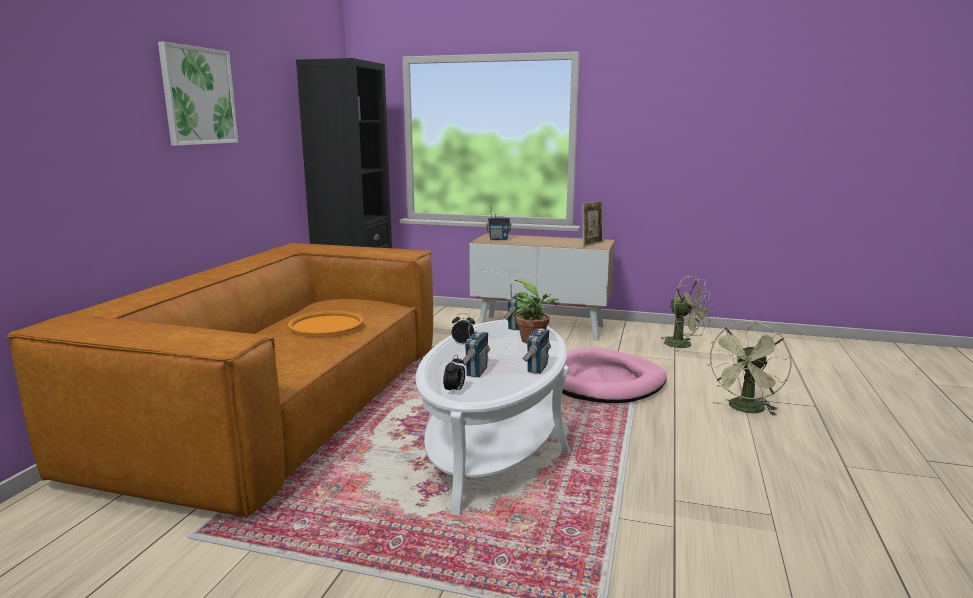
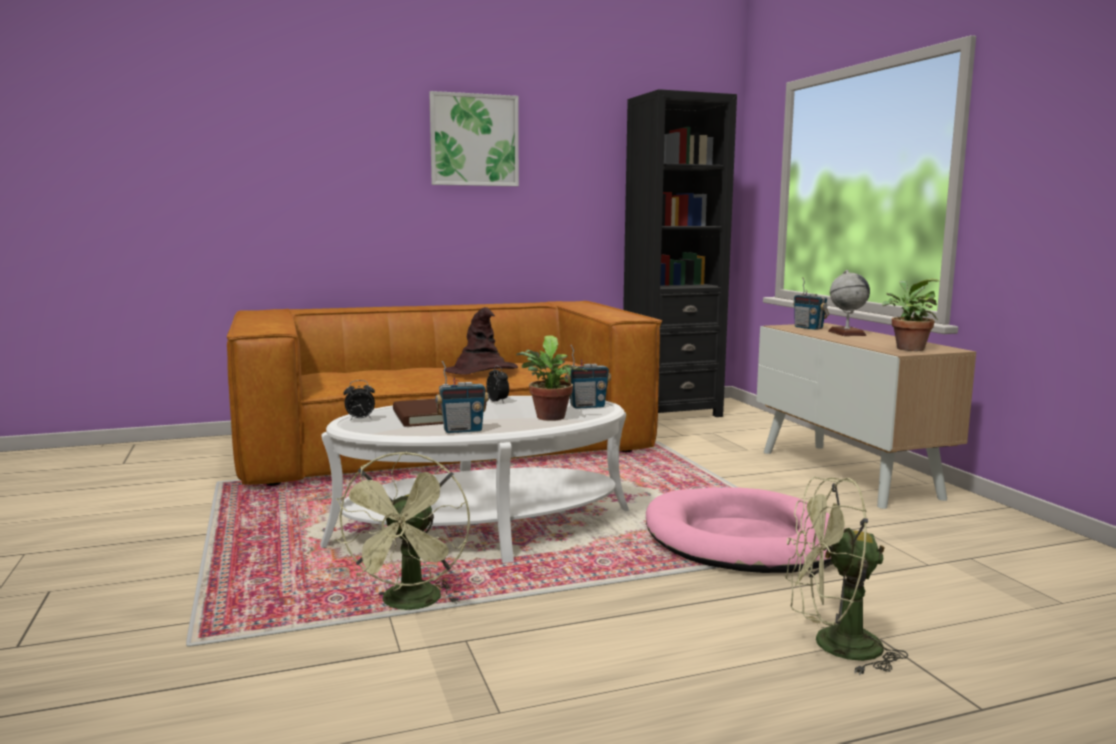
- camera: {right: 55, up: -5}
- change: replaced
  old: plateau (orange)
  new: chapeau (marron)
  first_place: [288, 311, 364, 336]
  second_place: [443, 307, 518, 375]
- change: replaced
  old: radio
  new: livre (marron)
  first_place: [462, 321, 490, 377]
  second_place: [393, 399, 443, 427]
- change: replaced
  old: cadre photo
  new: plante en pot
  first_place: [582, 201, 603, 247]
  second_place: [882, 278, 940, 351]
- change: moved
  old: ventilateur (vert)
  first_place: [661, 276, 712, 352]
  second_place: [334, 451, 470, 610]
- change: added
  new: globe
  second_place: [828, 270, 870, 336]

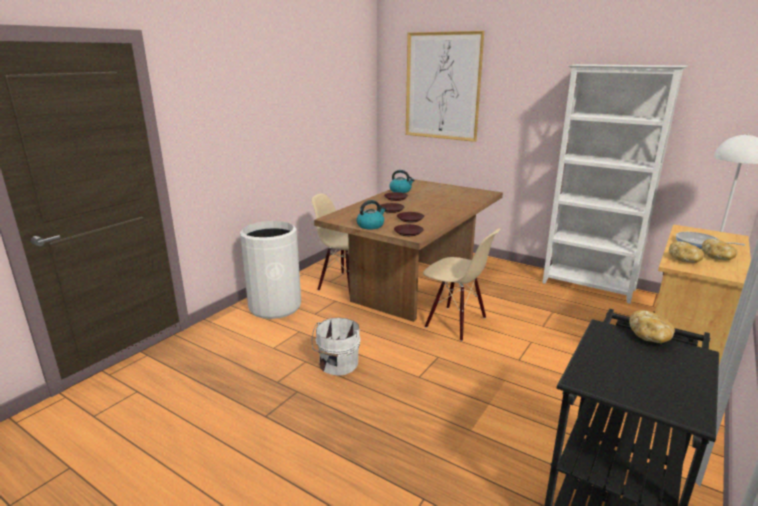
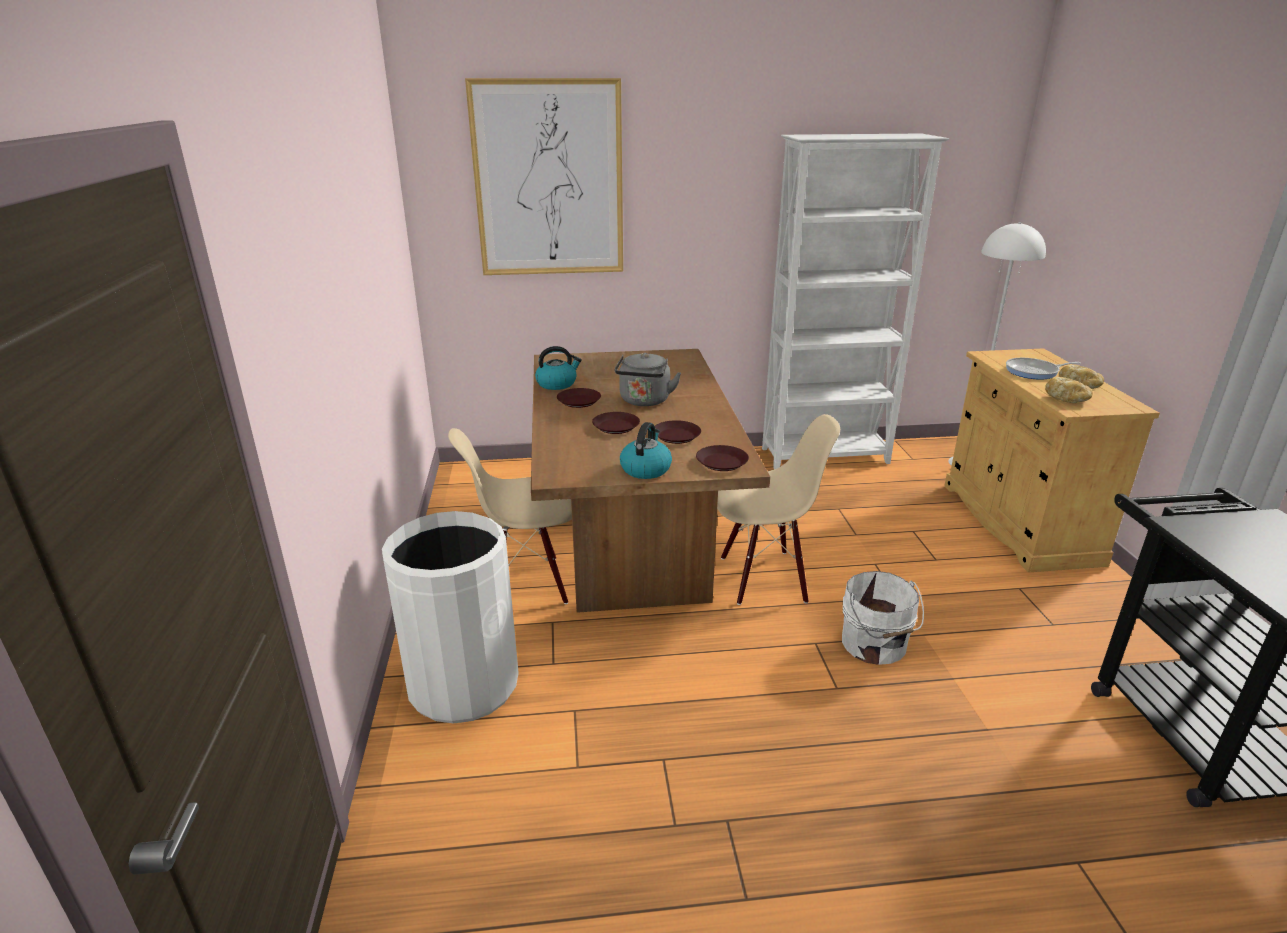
- camera: {right: -40, up: 5}
- change: moved
  old: seau (blanc)
  first_place: [312, 318, 361, 376]
  second_place: [842, 571, 924, 665]
- change: removed
  old: pain
  first_place: [629, 310, 675, 343]
- change: added
  new: bouilloire (gris)
  second_place: [615, 353, 681, 406]

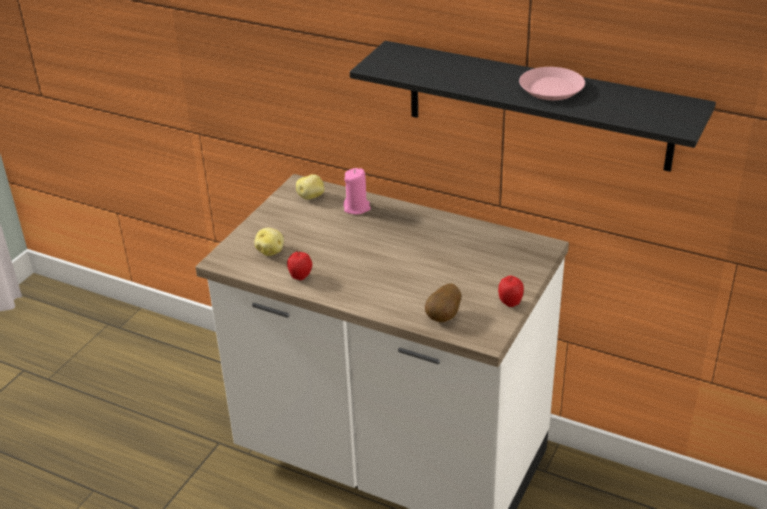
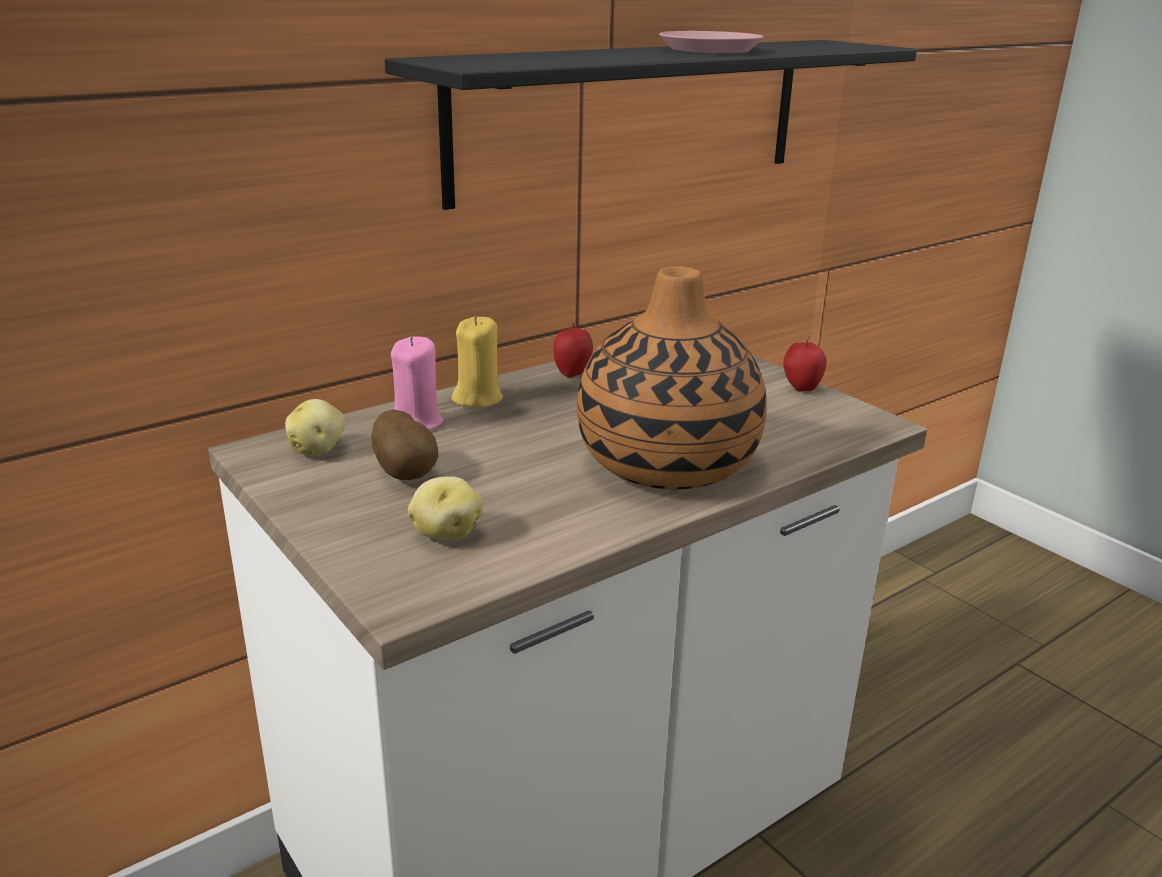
- camera: {right: -65, up: -10}
- change: moved
  old: pomme
  first_place: [287, 251, 312, 280]
  second_place: [554, 323, 593, 377]
- change: moved
  old: pomme de terre
  first_place: [425, 283, 461, 322]
  second_place: [371, 409, 438, 480]
- change: added
  new: bougie (jaune)
  second_place: [452, 316, 503, 408]
- change: added
  new: vase
  second_place: [577, 266, 767, 489]

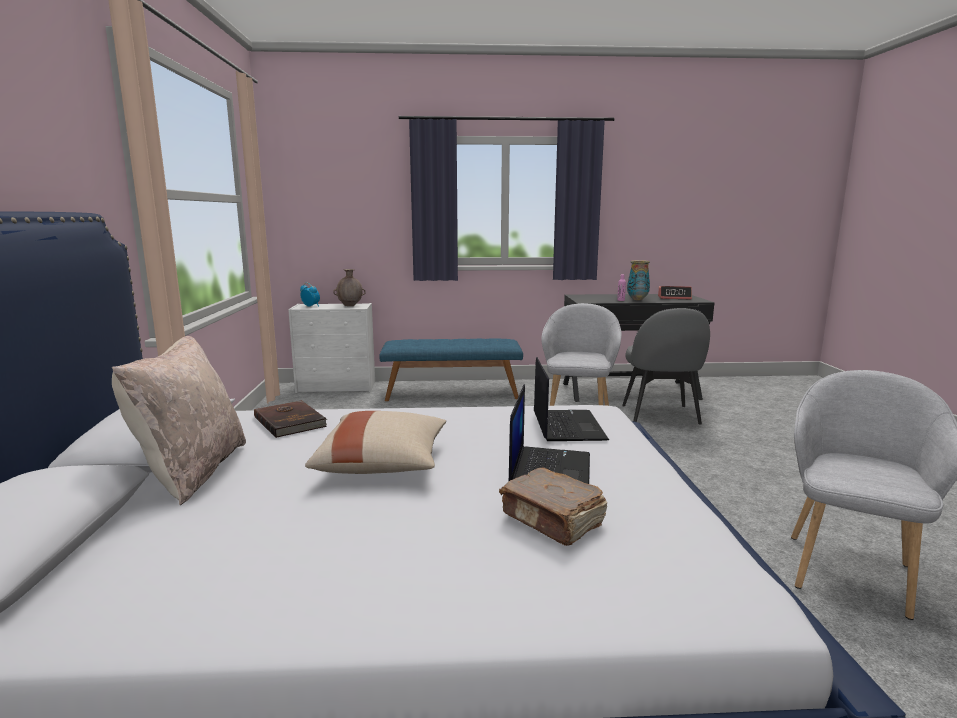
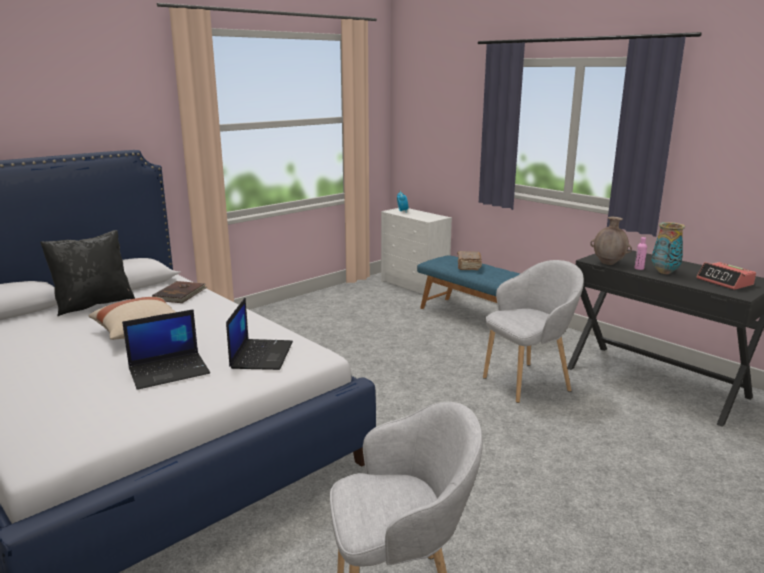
- camera: {right: 50, up: 5}
- change: recoloured
  old: coussin (beige)
  new: coussin (noir)
  first_place: [112, 336, 246, 505]
  second_place: [40, 230, 135, 316]
- change: moved
  old: vase (marron)
  first_place: [333, 269, 366, 306]
  second_place: [590, 217, 632, 265]
- change: moved
  old: livre (marron)
  first_place: [499, 467, 607, 546]
  second_place: [457, 251, 482, 270]
- change: turned
  old: ordinateur portable
  first_place: [534, 357, 609, 441]
  second_place: [226, 297, 293, 370]
  degrees: -45
- change: removed
  old: chaise (gris)
  first_place: [622, 308, 710, 424]

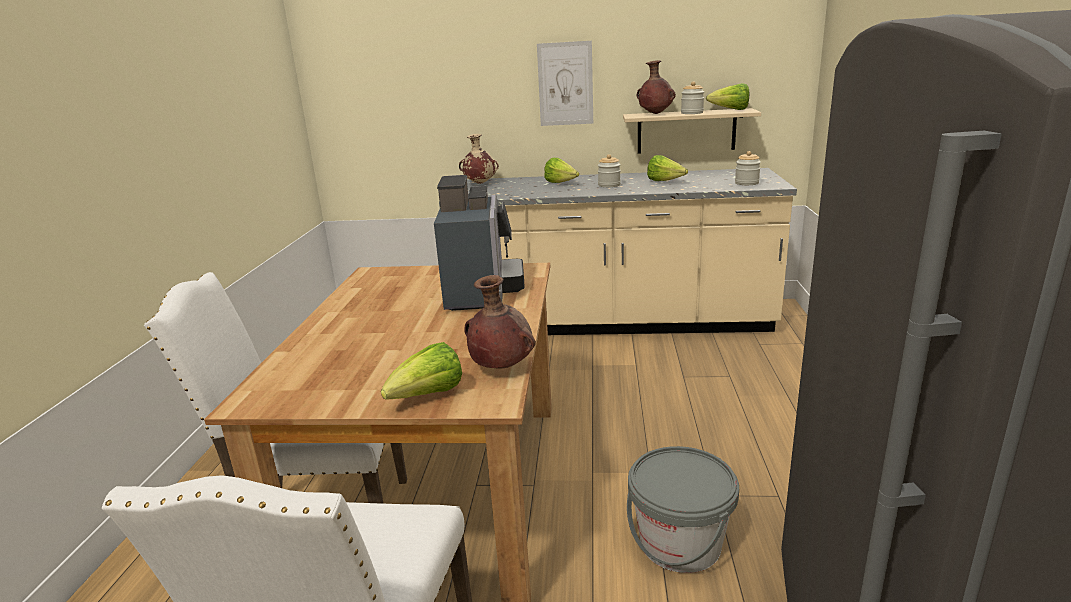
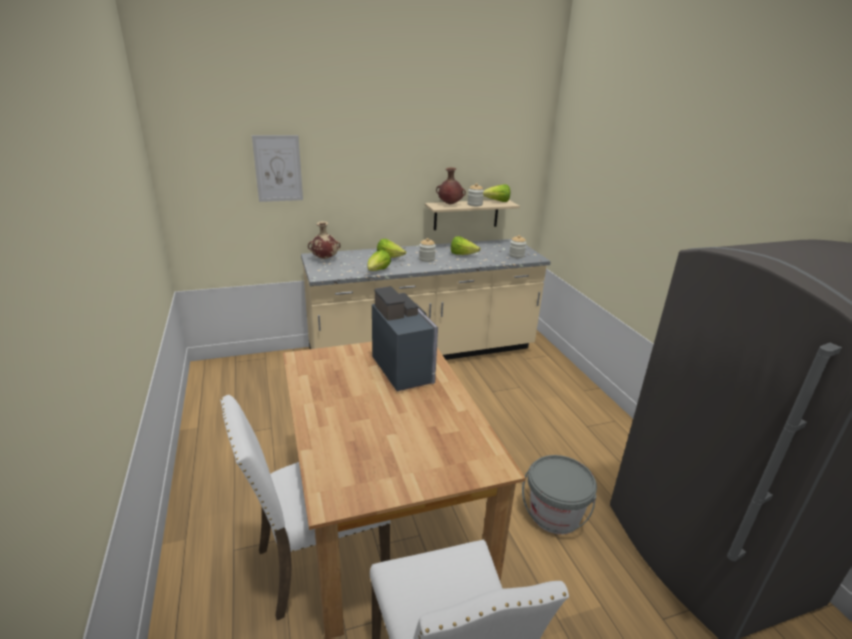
- camera: {right: -25, up: 5}
- change: moved
  old: laitue
  first_place: [381, 342, 462, 399]
  second_place: [367, 250, 391, 271]
- change: removed
  old: vase (marron)
  first_place: [464, 275, 536, 369]
- change: moved
  old: tableau
  first_place: [537, 41, 593, 126]
  second_place: [252, 135, 303, 202]

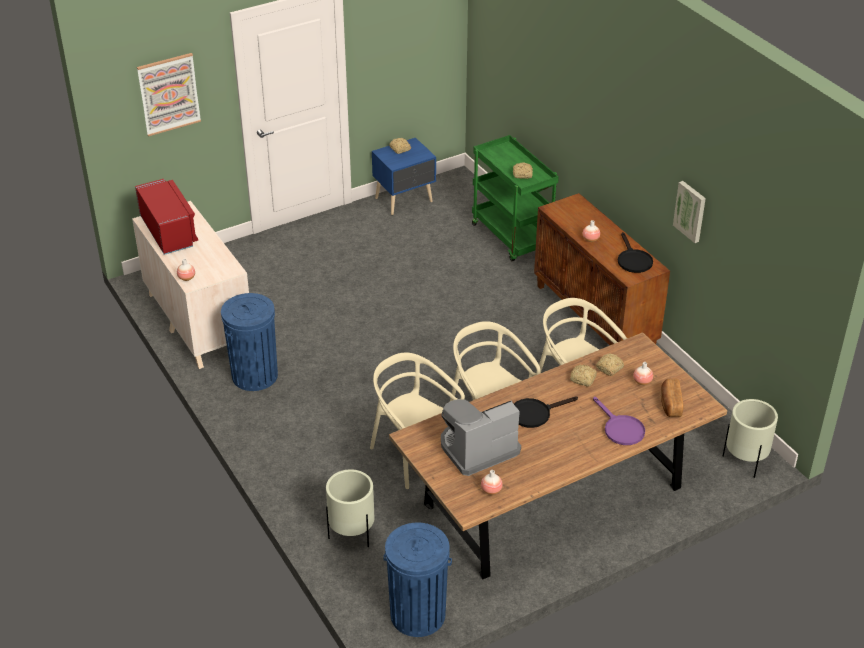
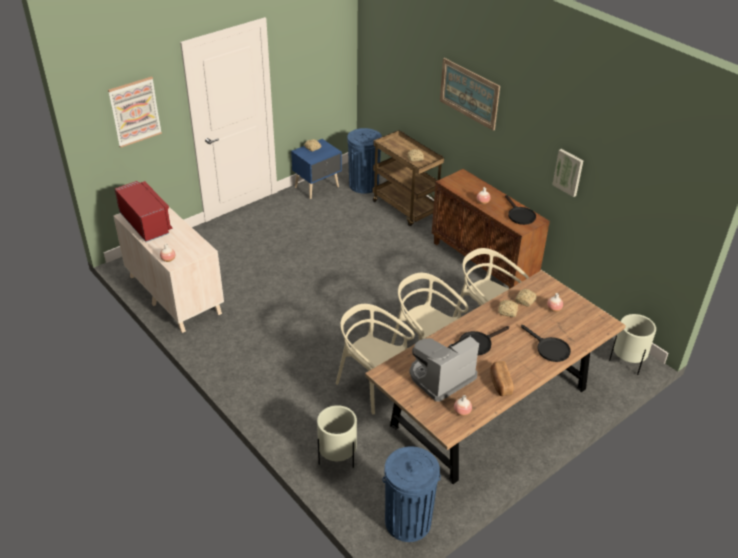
- camera: {right: -10, up: 0}
- change: moved
  old: poubelle (bleu)
  first_place: [221, 293, 278, 391]
  second_place: [347, 128, 382, 194]
- change: recoloured
  old: chariot (vert)
  new: chariot (marron)
  first_place: [472, 135, 559, 261]
  second_place: [373, 130, 444, 226]
- change: recoloured
  old: poêle (violet)
  new: poêle (noir)
  first_place: [593, 397, 645, 445]
  second_place: [521, 325, 571, 362]
- change: moved
  old: pain
  first_place: [661, 379, 683, 417]
  second_place: [490, 361, 514, 396]
- change: added
  new: tableau
  second_place: [440, 58, 500, 131]

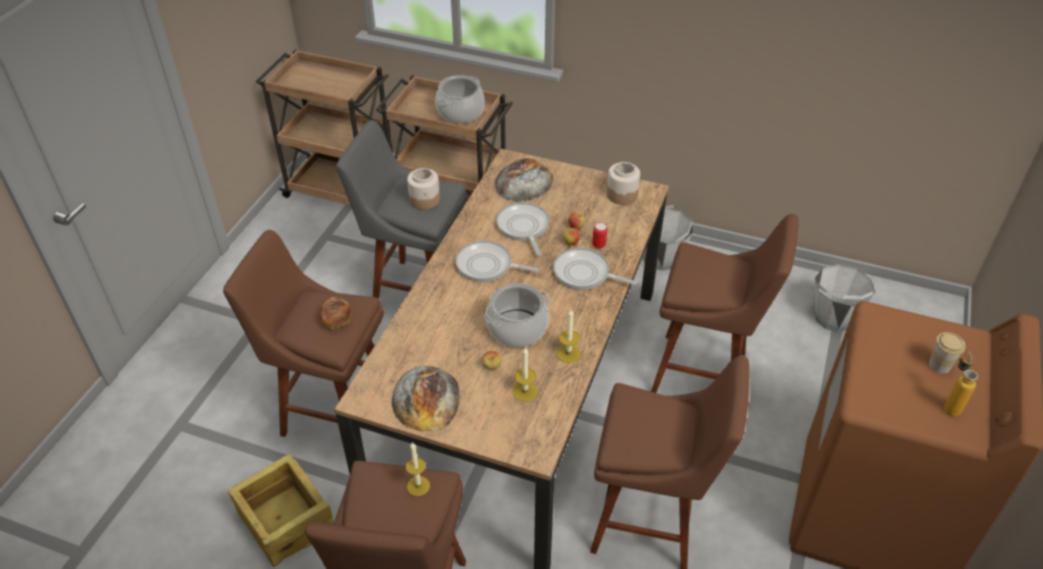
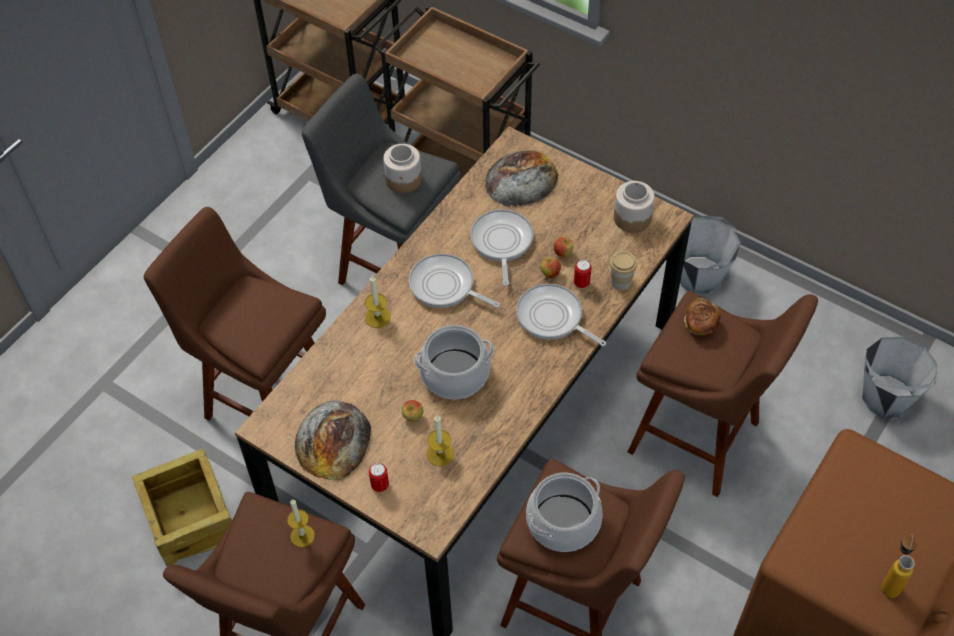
- camera: {right: 15, up: 10}
- change: moved
  old: pain
  first_place: [320, 297, 351, 329]
  second_place: [684, 298, 721, 336]
- change: moved
  old: marmite
  first_place: [435, 75, 485, 123]
  second_place: [526, 473, 603, 552]
- change: moved
  old: bougie
  first_place: [557, 309, 581, 363]
  second_place: [365, 275, 391, 328]
- change: moved
  old: tasse
  first_place: [929, 333, 966, 374]
  second_place: [610, 251, 637, 290]
- change: added
  new: boîte métallique
  second_place: [369, 463, 389, 492]

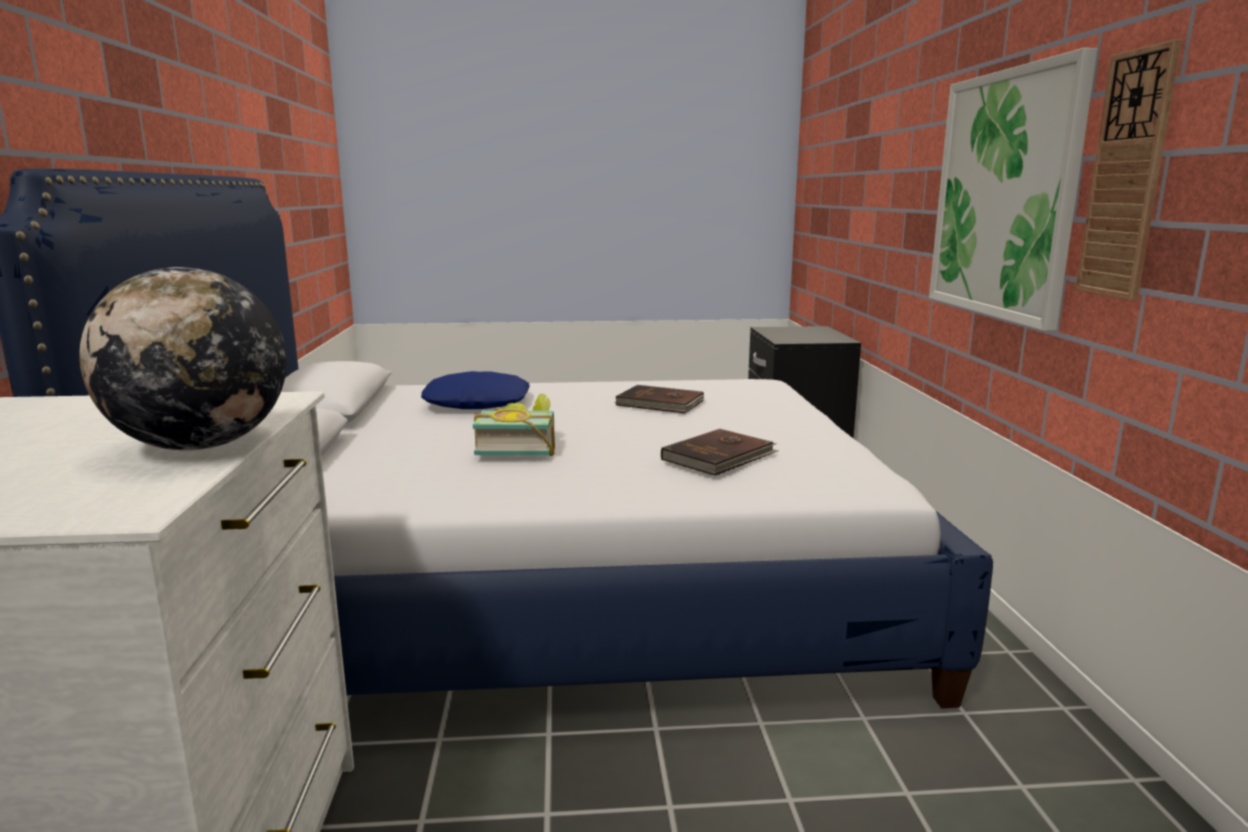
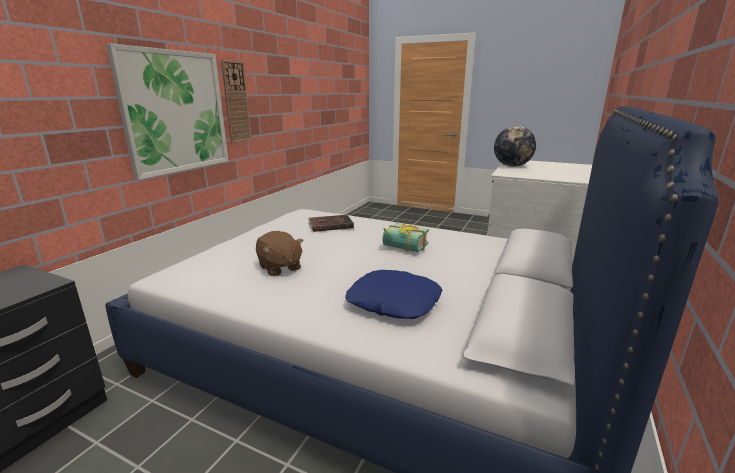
- camera: {right: -150, up: 5}
- change: replaced
  old: livre (marron)
  new: peluche (marron)
  first_place: [614, 385, 704, 414]
  second_place: [256, 231, 304, 276]

